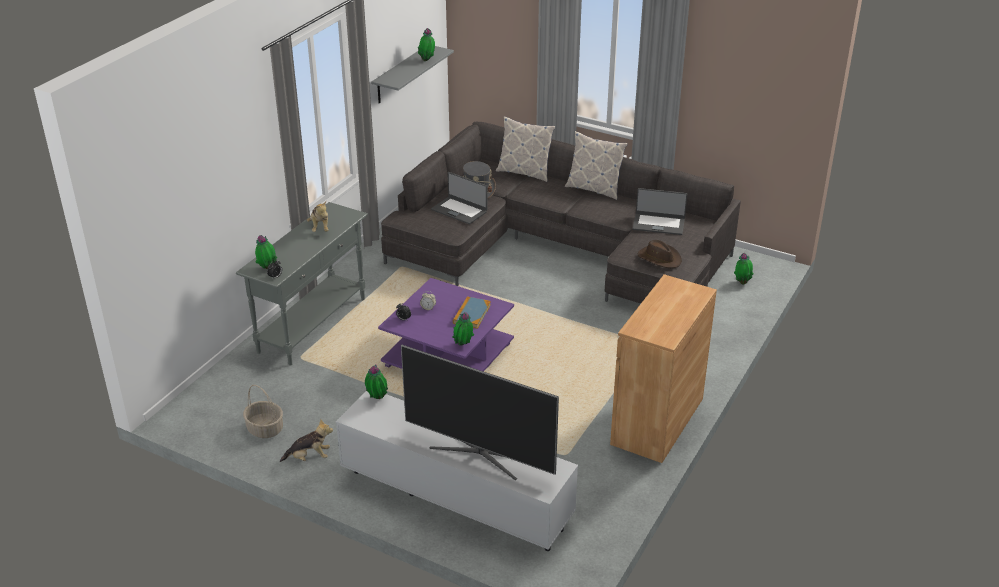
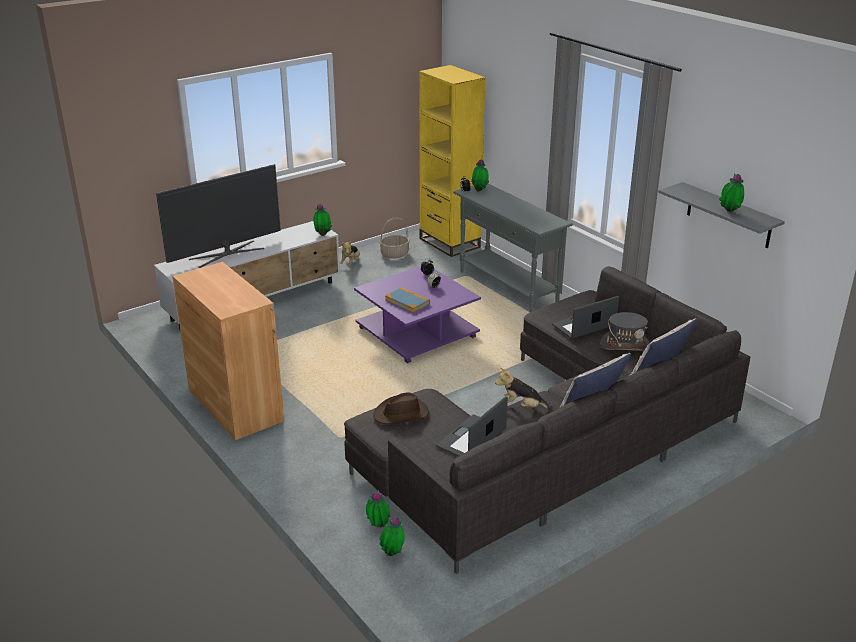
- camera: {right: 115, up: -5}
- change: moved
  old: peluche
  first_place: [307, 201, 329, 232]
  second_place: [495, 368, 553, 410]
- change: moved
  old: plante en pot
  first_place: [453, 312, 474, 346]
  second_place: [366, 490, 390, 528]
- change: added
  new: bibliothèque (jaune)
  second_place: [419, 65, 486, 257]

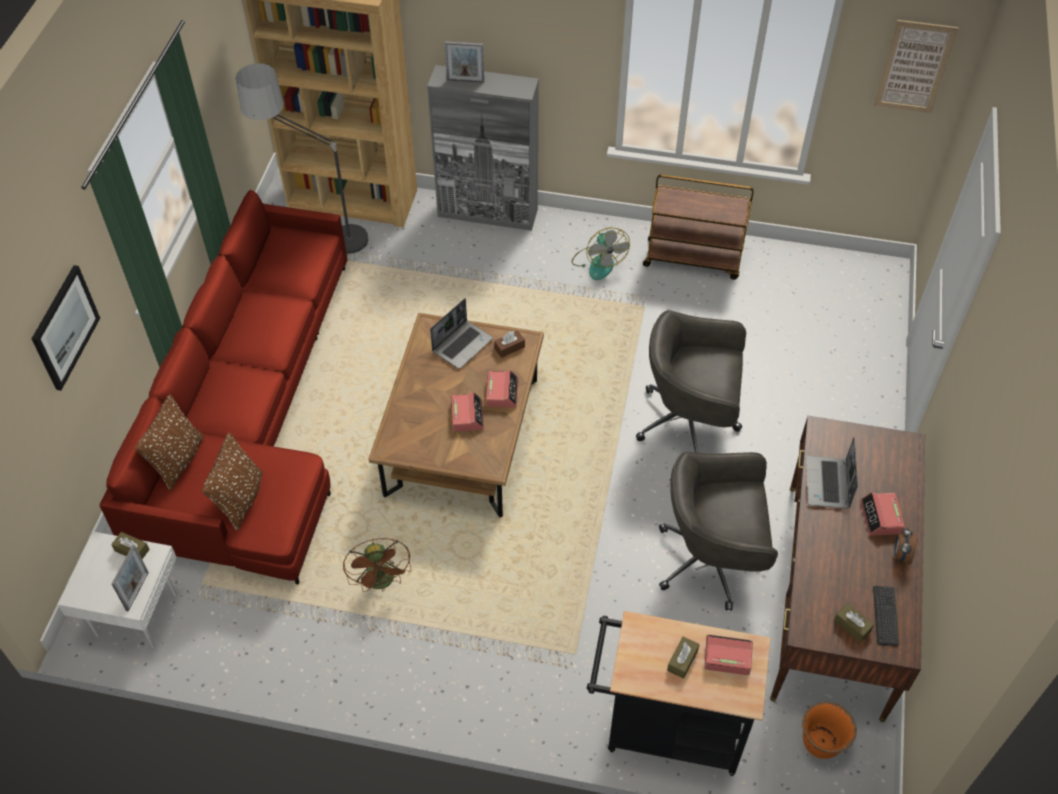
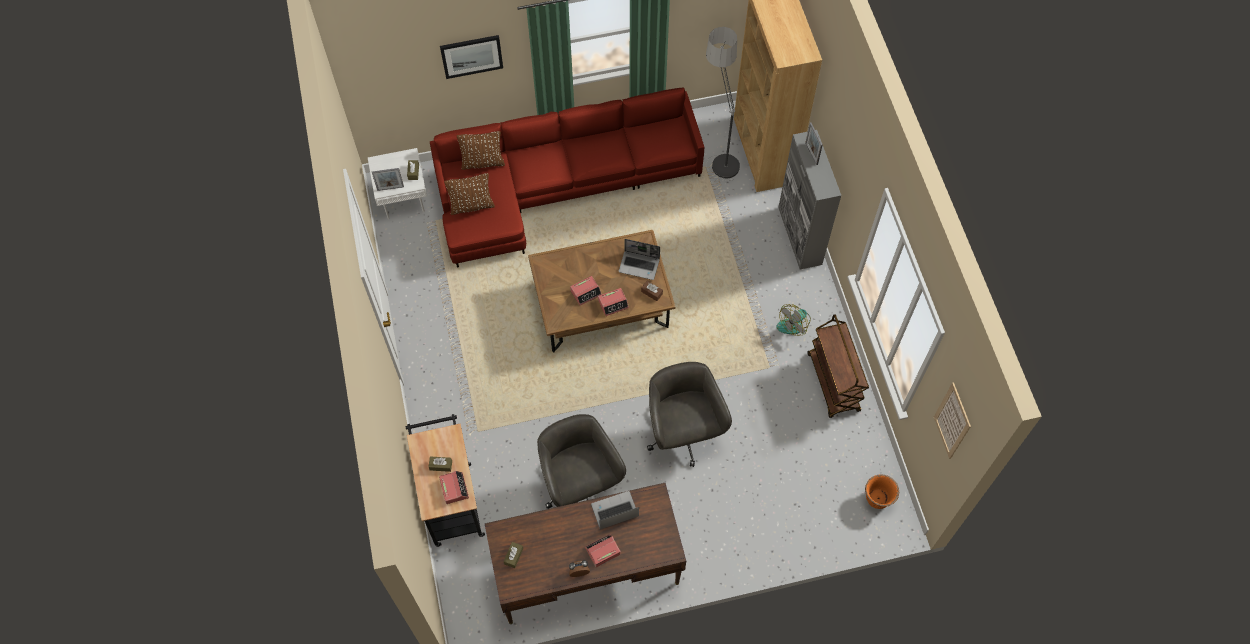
- camera: {right: 65, up: 10}
- change: removed
  old: ventilateur (marron)
  first_place: [343, 538, 411, 592]
- change: moved
  old: cache-pot (orange)
  first_place: [802, 701, 857, 759]
  second_place: [865, 475, 899, 509]
- change: removed
  old: clavier
  first_place: [873, 586, 899, 646]

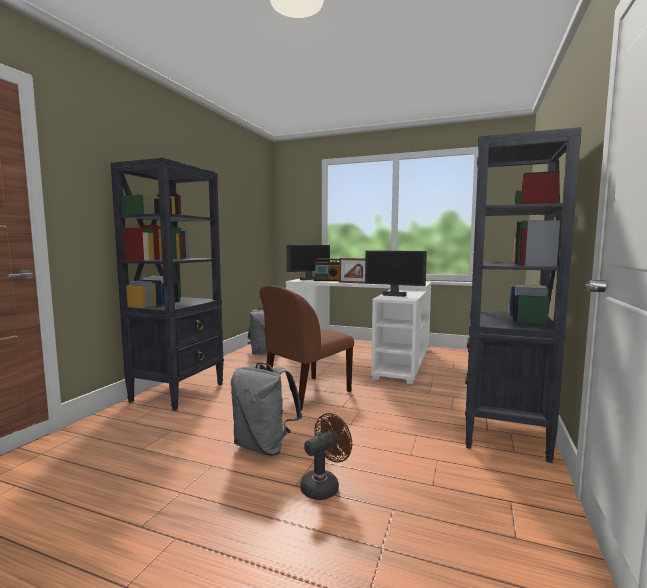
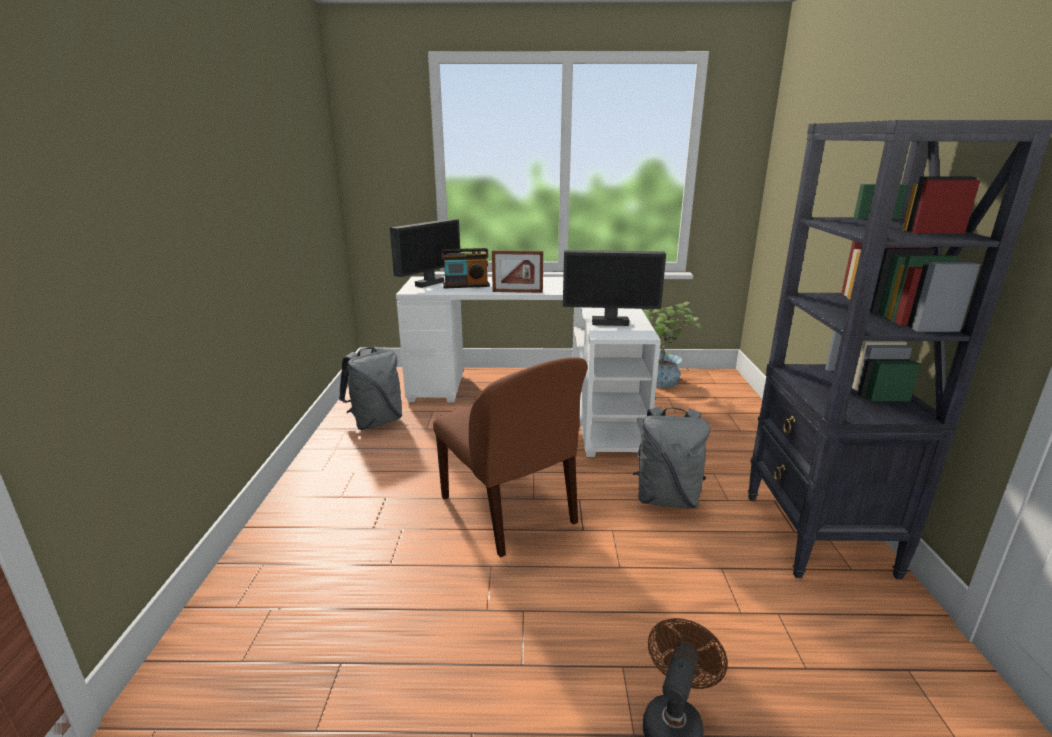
- camera: {right: -20, up: 15}
- change: removed
  old: bibliothèque (noir)
  first_place: [110, 158, 224, 411]
- change: moved
  old: sac à dos (gris)
  first_place: [231, 363, 302, 456]
  second_place: [633, 407, 710, 509]
- change: turned
  old: chaise (marron)
  first_place: [259, 285, 354, 411]
  second_place: [433, 357, 588, 557]
  degrees: -60
- change: added
  new: plante en pot
  second_place: [643, 302, 701, 387]

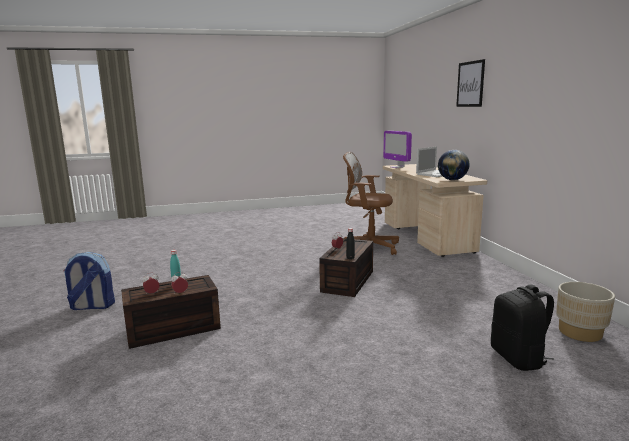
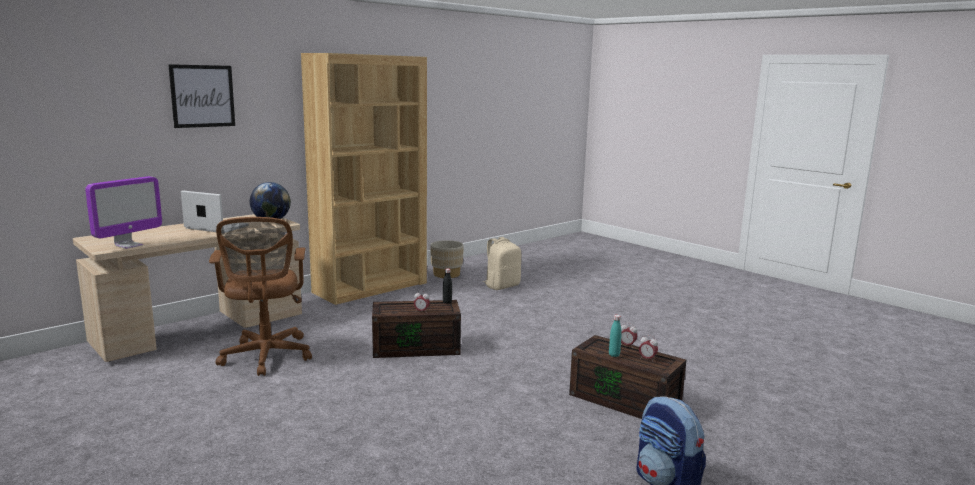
- camera: {right: -120, up: 0}
- change: recoloured
  old: sac à dos (noir)
  new: sac à dos (beige)
  first_place: [491, 284, 554, 371]
  second_place: [483, 237, 521, 290]
- change: added
  new: bibliothèque (marron)
  second_place: [301, 53, 427, 305]

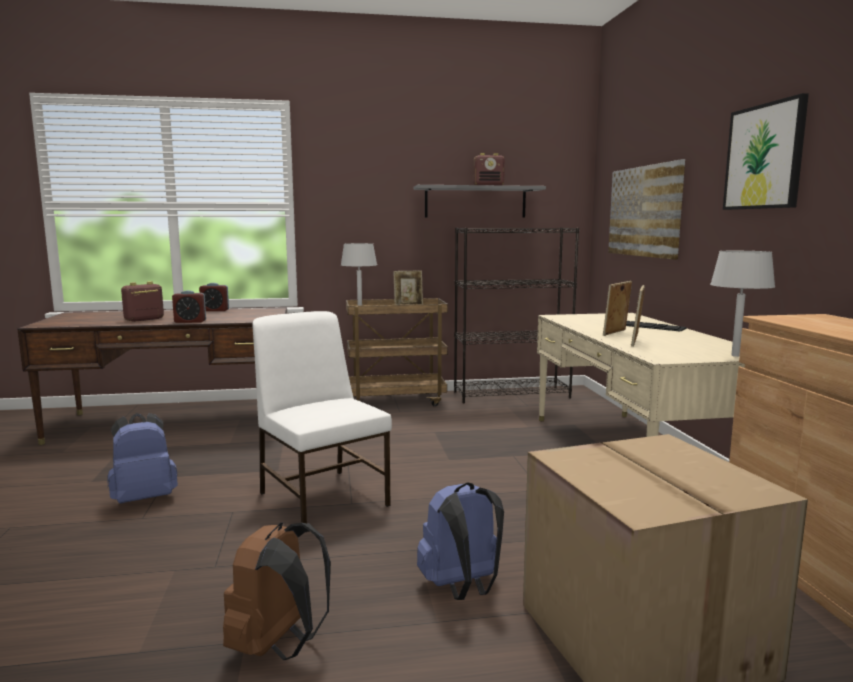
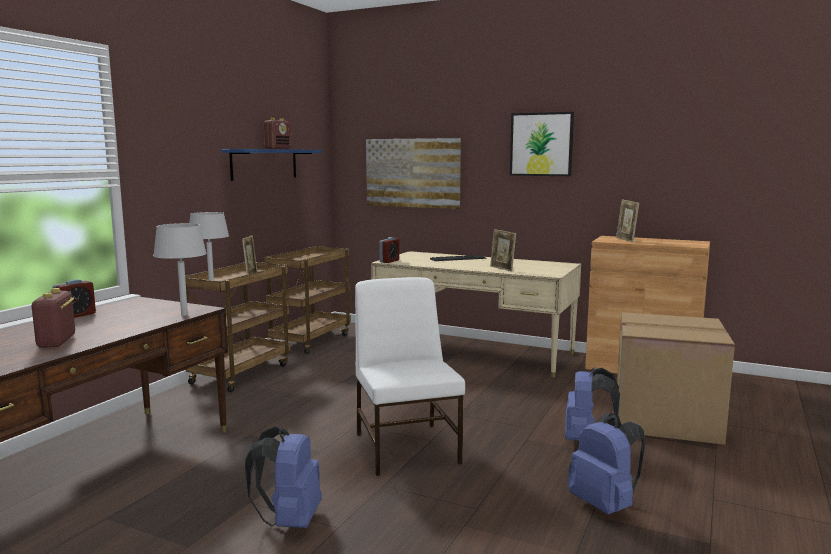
- camera: {right: -55, up: 0}
- change: moved
  old: réveil
  first_place: [172, 290, 206, 323]
  second_place: [379, 237, 399, 263]
- change: recoloured
  old: sac à dos (marron)
  new: sac à dos (bleu)
  first_place: [223, 522, 331, 660]
  second_place: [568, 413, 645, 515]
- change: turned
  old: chaise (blanc)
  first_place: [252, 311, 392, 523]
  second_place: [355, 277, 465, 476]
  degrees: 75
- change: recoloured
  old: étagère (gris)
  new: étagère (bleu)
  first_place: [414, 185, 546, 218]
  second_place: [221, 149, 322, 181]
- change: replaced
  old: bibliothèque (noir)
  new: chariot (marron)
  first_place: [454, 228, 579, 403]
  second_place: [264, 246, 351, 354]
- change: moved
  old: cadre photo
  first_place: [603, 281, 632, 336]
  second_place: [616, 200, 639, 242]
- change: moved
  old: lampe de table (gris)
  first_place: [710, 251, 775, 357]
  second_place: [153, 223, 207, 316]

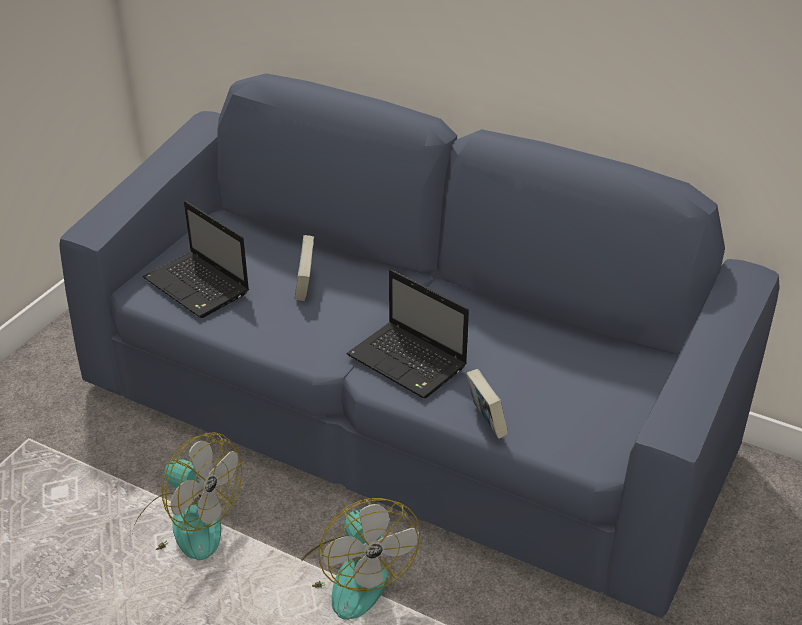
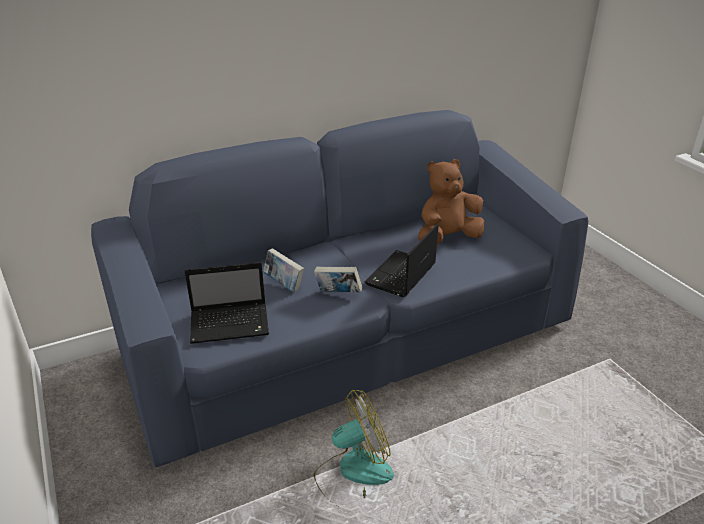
- camera: {right: -55, up: -5}
- change: removed
  old: ventilateur
  first_place: [301, 498, 420, 620]
- change: turned
  old: ordinateur portable
  first_place: [346, 269, 469, 399]
  second_place: [365, 223, 439, 297]
  degrees: 135
- change: moved
  old: livre
  first_place: [466, 369, 508, 439]
  second_place: [314, 266, 362, 293]
- change: added
  new: peluche (marron)
  second_place: [418, 159, 484, 245]

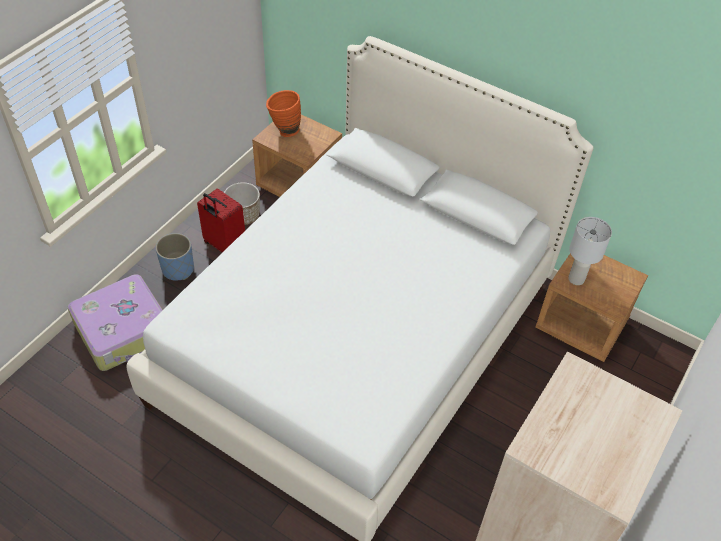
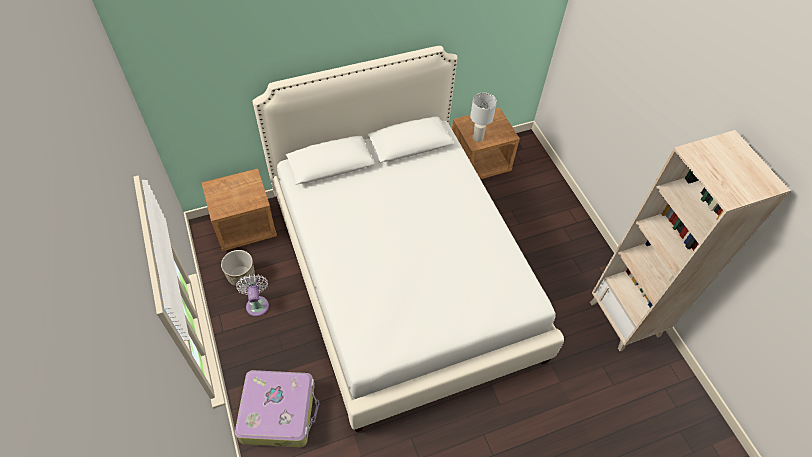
- camera: {right: -55, up: 5}
- change: removed
  old: cache-pot (bleu)
  first_place: [155, 233, 194, 281]
- change: replaced
  old: valise (rouge)
  new: ventilateur (blanc)
  first_place: [197, 189, 245, 253]
  second_place: [236, 274, 269, 317]
- change: removed
  old: vase (orange)
  first_place: [266, 90, 301, 137]

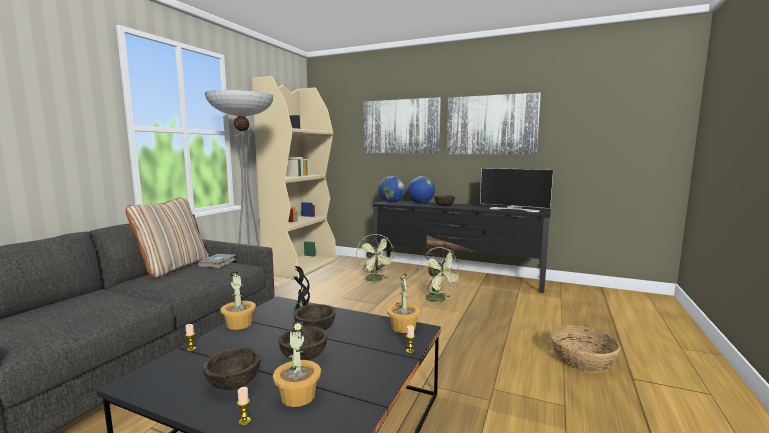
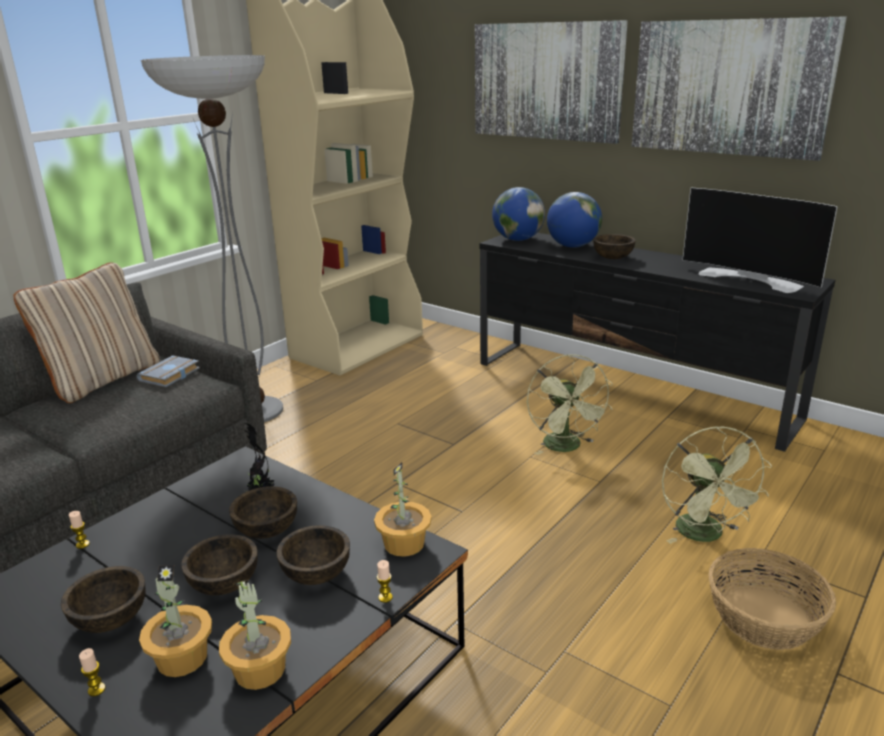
- camera: {right: 15, up: 15}
- change: moved
  old: plante en pot
  first_place: [221, 272, 256, 330]
  second_place: [219, 579, 291, 690]
- change: moved
  old: ventilateur (vert)
  first_place: [356, 234, 395, 283]
  second_place: [662, 426, 772, 544]
- change: added
  new: bol (marron)
  second_place: [276, 525, 350, 585]

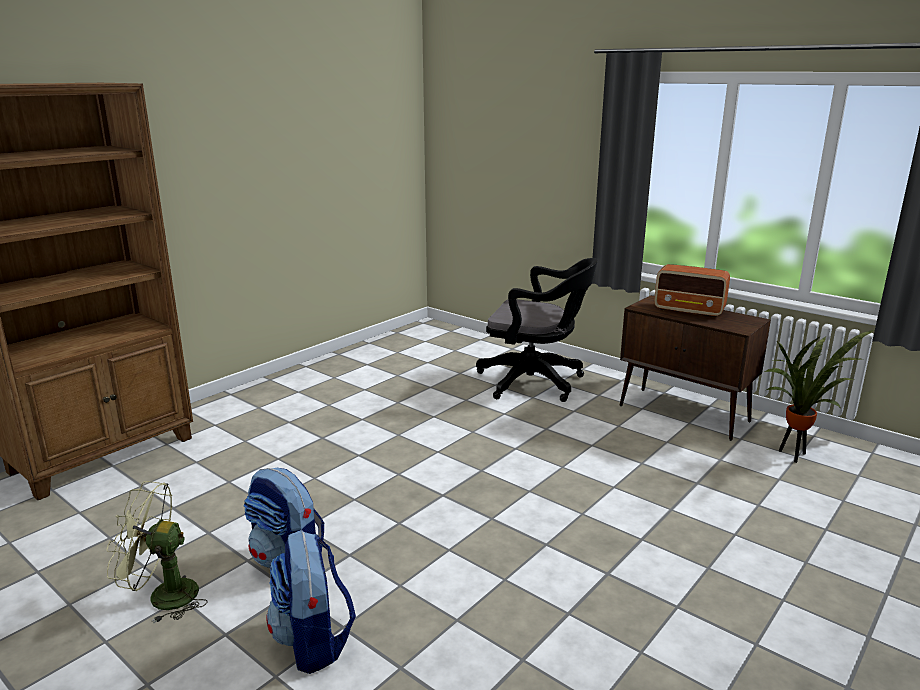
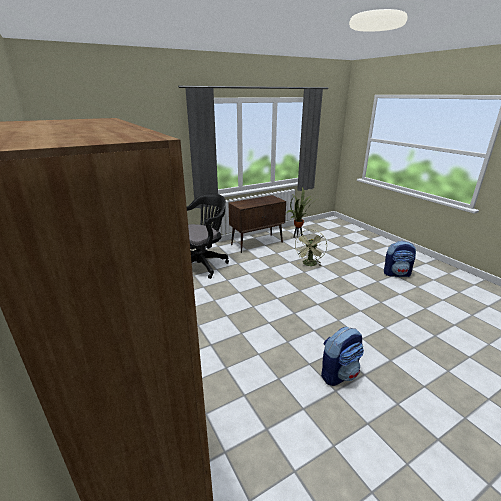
- camera: {right: -70, up: 5}
- change: moved
  old: ventilateur (vert)
  first_place: [107, 481, 208, 623]
  second_place: [295, 229, 327, 266]
- change: moved
  old: sac à dos
  first_place: [267, 530, 356, 674]
  second_place: [384, 241, 416, 277]
- change: removed
  old: radio
  first_place: [654, 264, 730, 318]

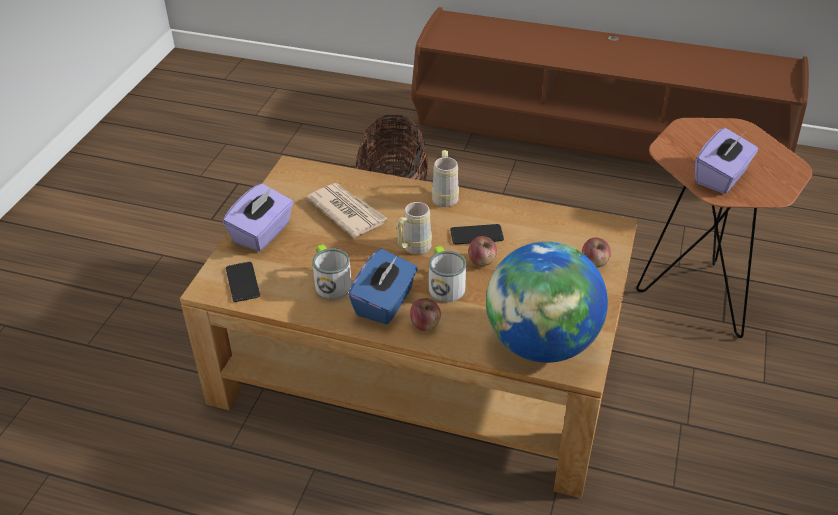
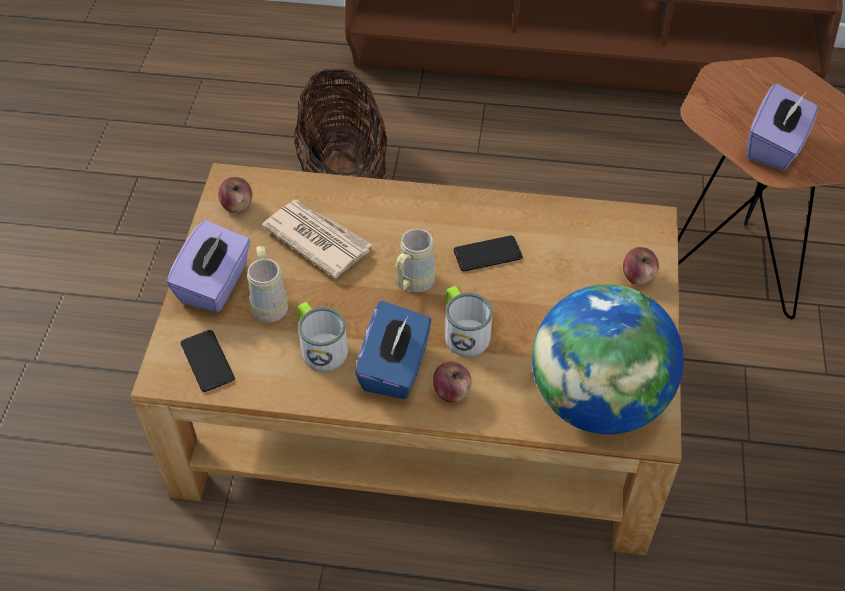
- camera: {right: -10, up: 10}
- change: moved
  old: mug (beige)
  first_place: [432, 150, 459, 207]
  second_place: [247, 246, 288, 323]
- change: moved
  old: pomme
  first_place: [468, 236, 497, 267]
  second_place: [218, 177, 252, 213]

